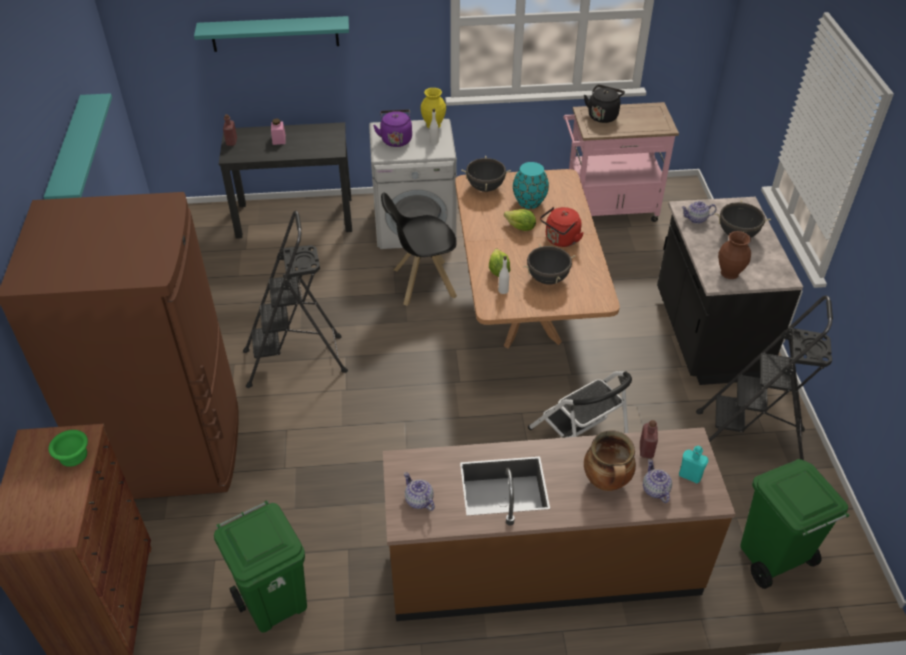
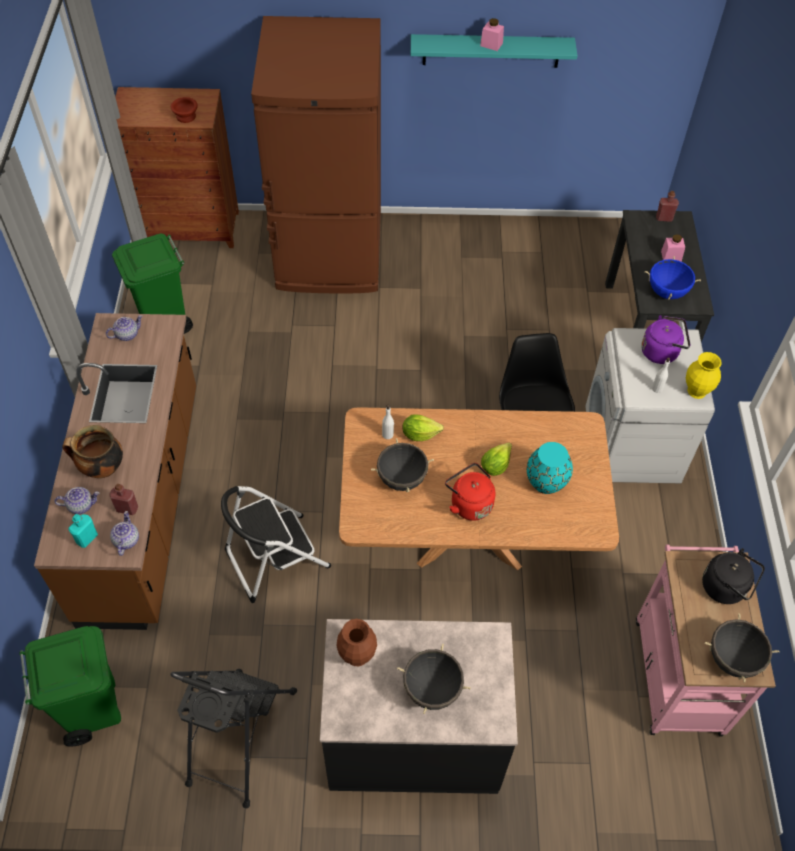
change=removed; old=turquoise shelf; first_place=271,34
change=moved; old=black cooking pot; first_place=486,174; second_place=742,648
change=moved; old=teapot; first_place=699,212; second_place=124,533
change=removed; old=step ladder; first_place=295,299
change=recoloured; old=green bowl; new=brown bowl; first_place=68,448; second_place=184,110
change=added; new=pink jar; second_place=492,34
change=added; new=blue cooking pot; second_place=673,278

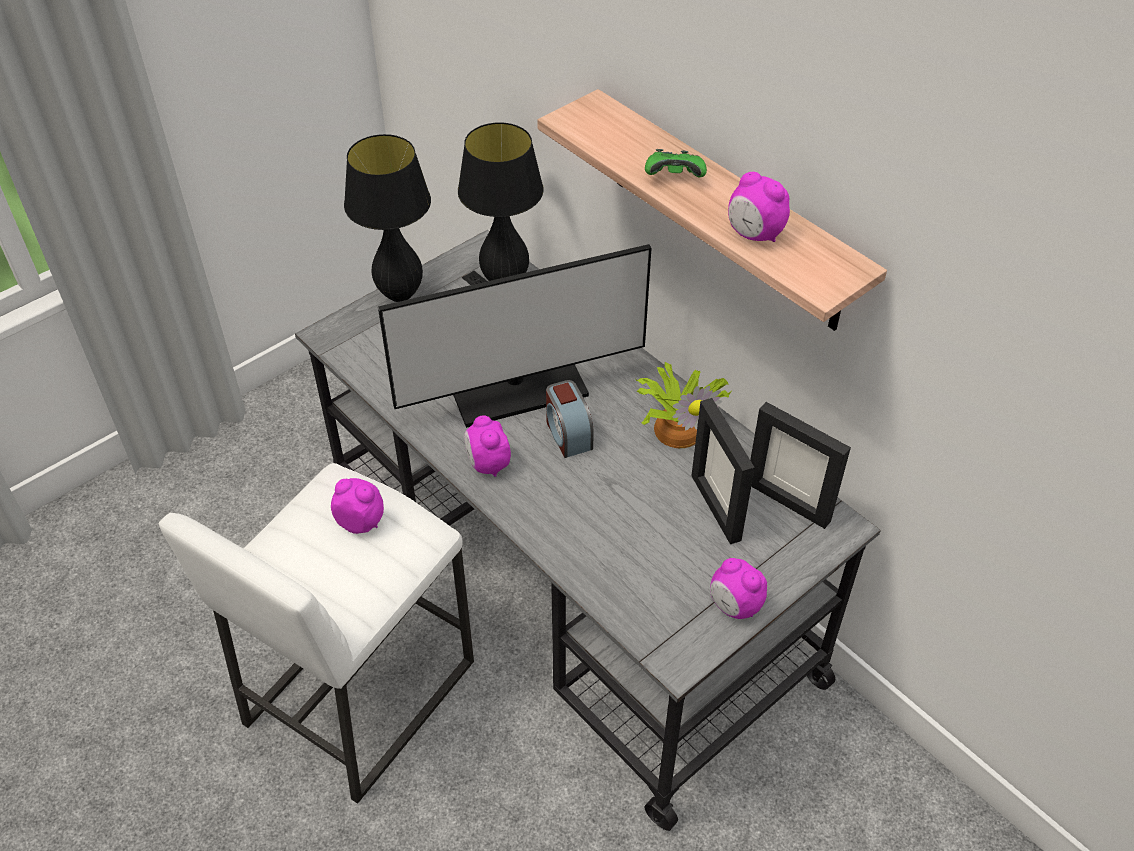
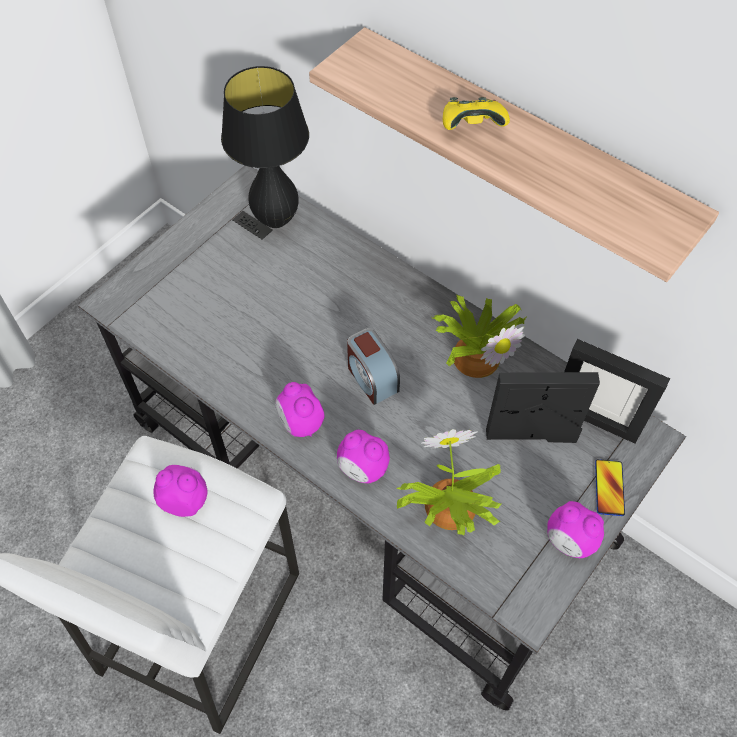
change=removed; old=black table lamp; first_place=387,218
change=recoloured; old=green game controller; new=yellow game controller; first_place=676,163; second_place=476,113
change=moved; old=alarm clock; first_place=759,207; second_place=363,456
change=removed; old=monitor; first_place=515,336
change=turned; old=picture frame; first_place=723,471; second_place=543,407; degrees=120
change=added; new=potted plant; second_place=449,482
change=added; new=phone; second_place=610,487

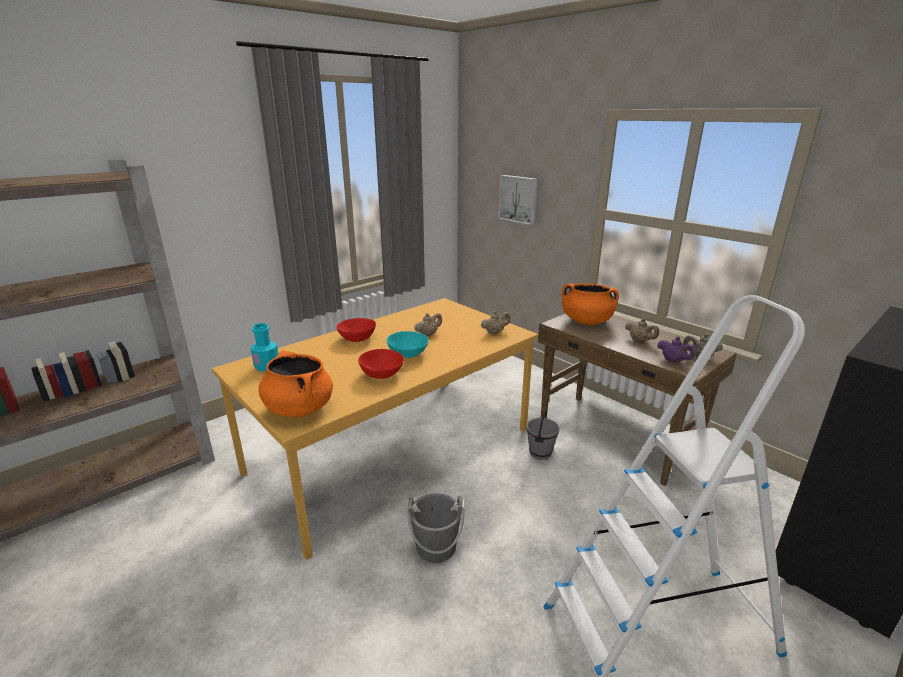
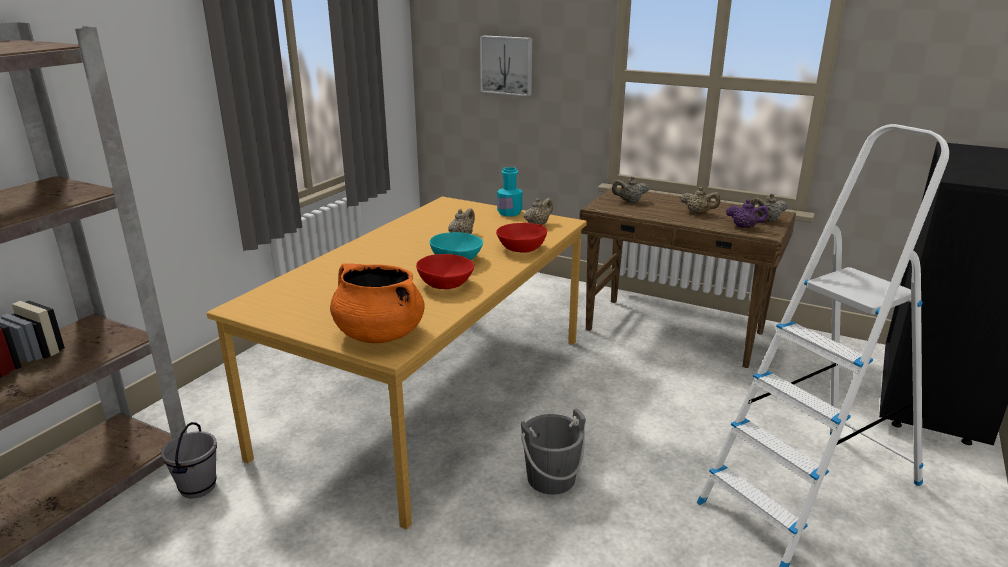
change=replaced; old=orange cooking pot; new=beige teapot; first_place=590,304; second_place=630,189
change=moved; old=red bowl; first_place=356,330; second_place=521,238
change=moved; old=turquoise bottle; first_place=264,347; second_place=510,191
change=moved; old=grey bucket; first_place=542,435; second_place=189,460

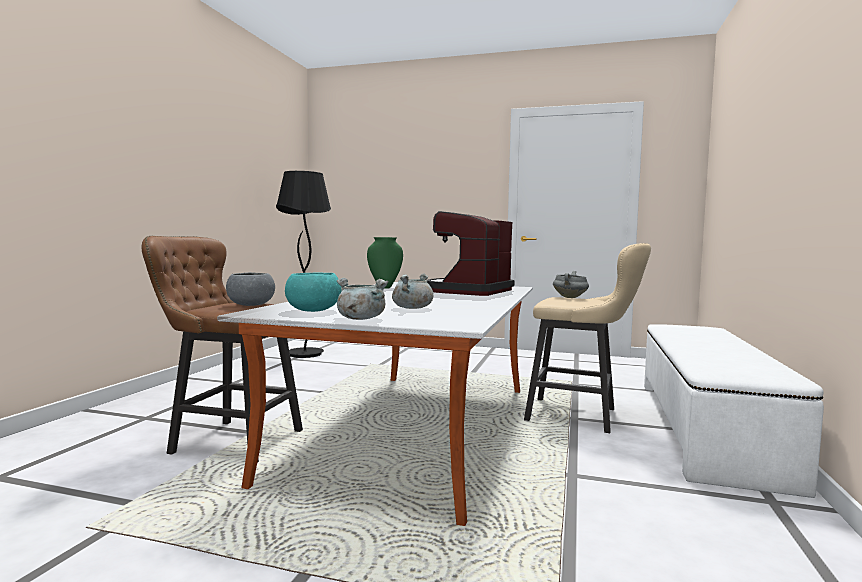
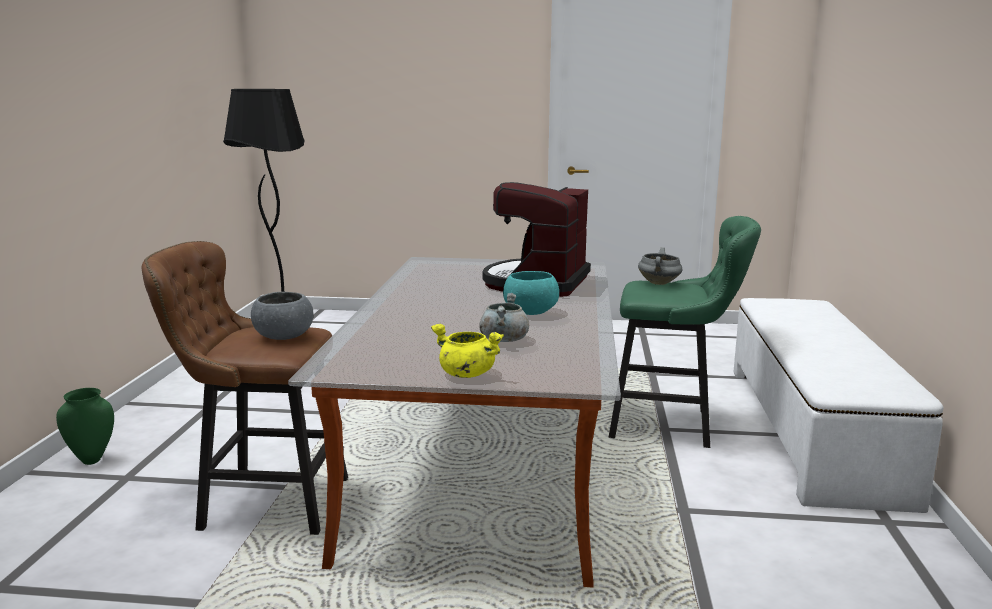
change=moved; old=green vase; first_place=385,263; second_place=85,426
change=recoloured; old=beige stool; new=green stool; first_place=587,338; second_place=684,332
change=moved; old=turquoise bowl; first_place=313,292; second_place=531,293
change=recoloured; old=grey cooking pot; new=yellow cooking pot; first_place=362,299; second_place=467,351

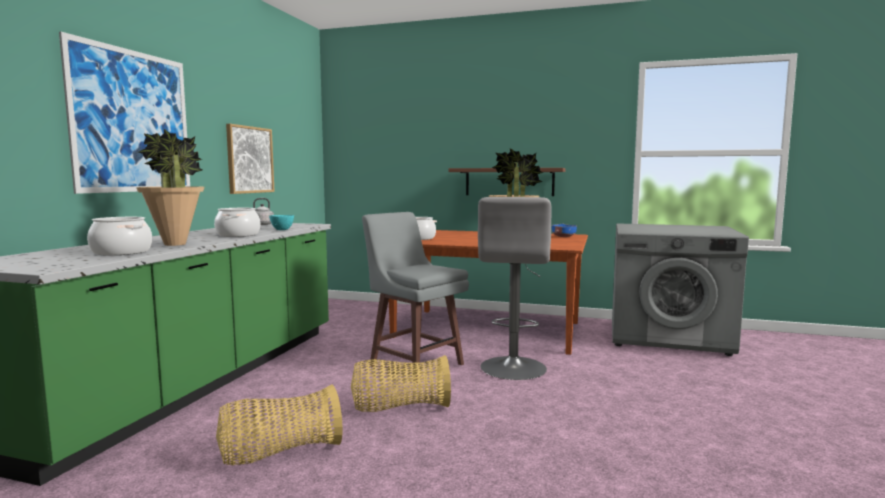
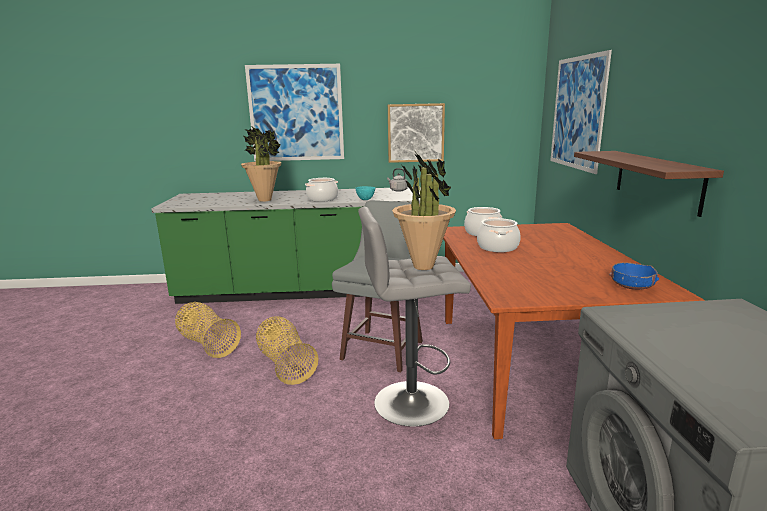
change=moved; old=cooking pot; first_place=119,236; second_place=499,235
change=added; new=picture; second_place=581,112

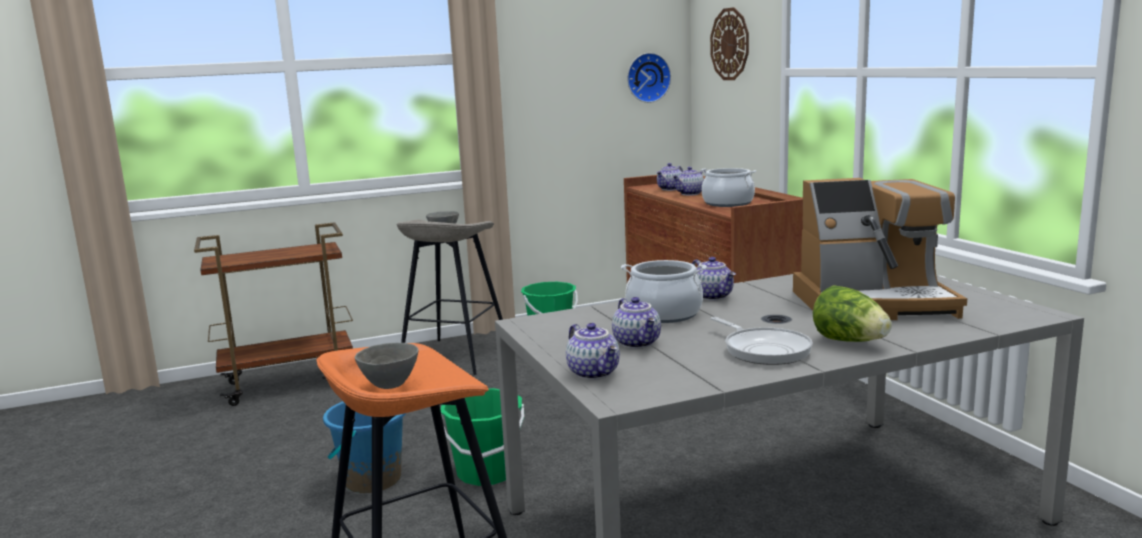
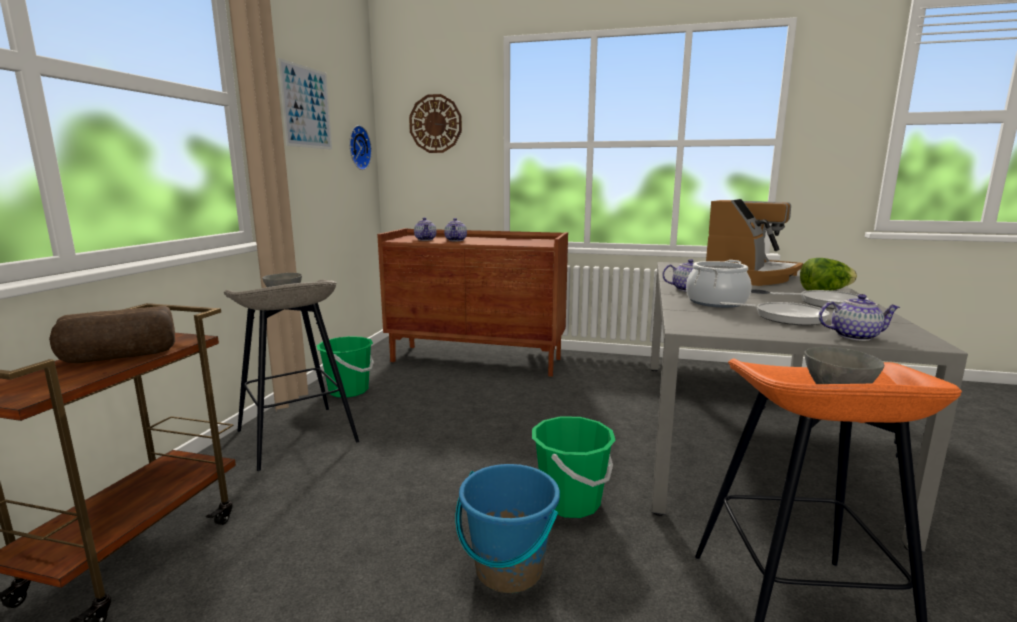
change=removed; old=cooking pot; first_place=728,187
change=replaced; old=teapot; new=frying pan; first_place=636,323; second_place=775,313
change=added; new=picture; second_place=305,104
change=added; new=bread; second_place=112,334

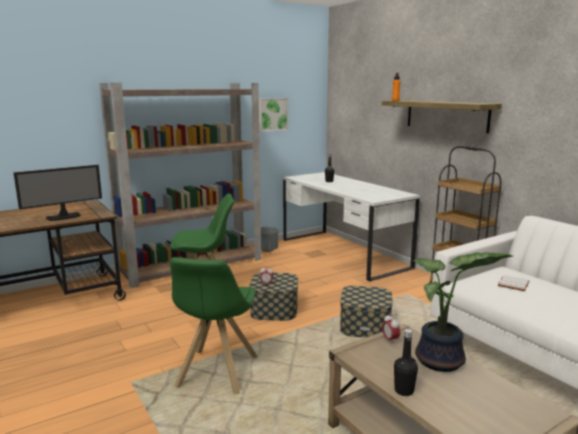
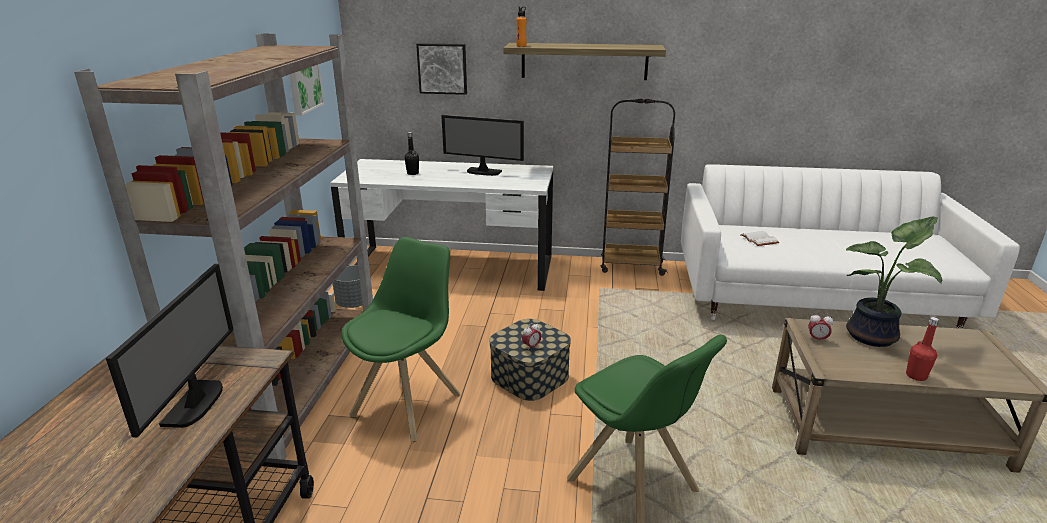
change=removed; old=storage box; first_place=366,312
change=recoloured; old=black bottle; new=red bottle; first_place=406,362; second_place=922,349
change=added; new=picture; second_place=441,69
change=added; new=monitor; second_place=482,145

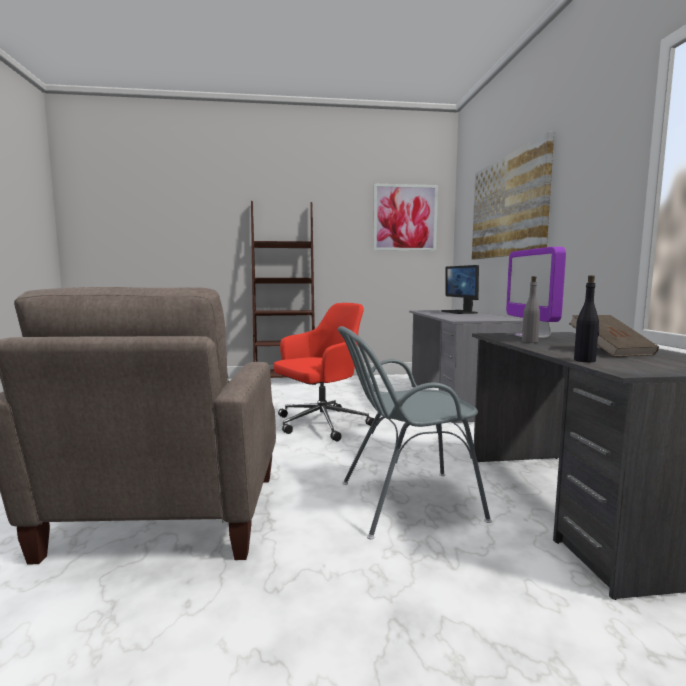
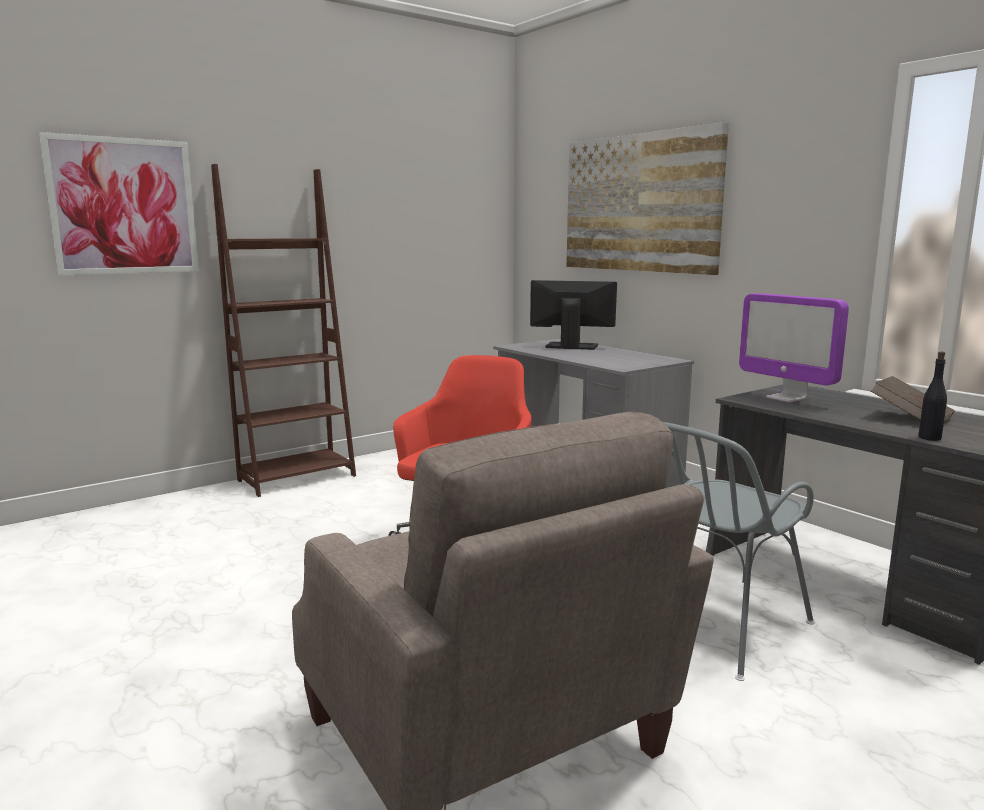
change=moved; old=picture; first_place=405,217; second_place=119,203
change=turned; old=monitor; first_place=460,289; second_place=573,315; degrees=150
change=removed; old=grey bottle; first_place=531,309

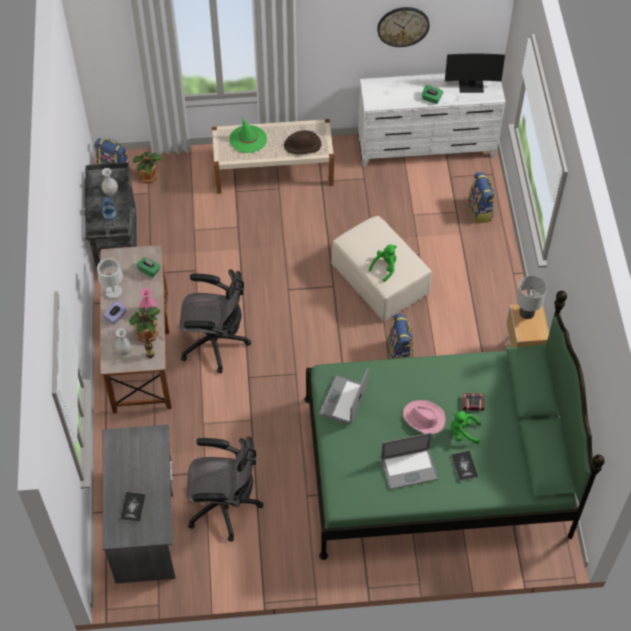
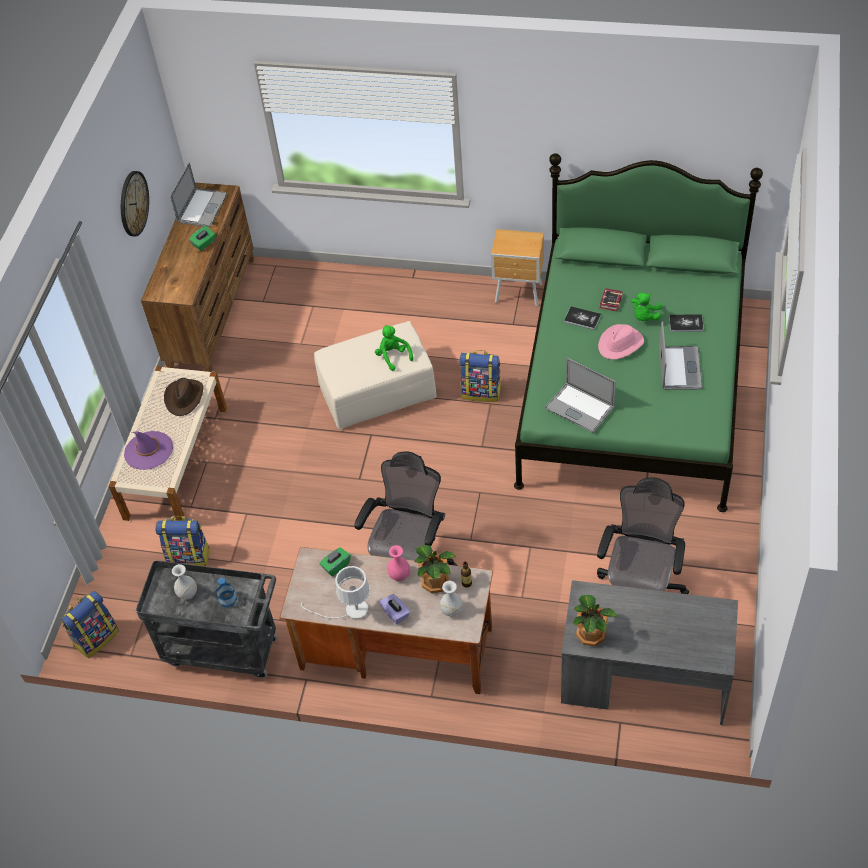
change=replaced; old=monitor; new=laptop; first_place=475,73; second_place=199,194
change=recoloured; old=white dresser; new=brown dresser; first_place=432,120; second_place=197,277
change=recoloured; old=green hat; new=purple hat; first_place=248,135; second_place=148,450
change=moved; old=potted plant; first_place=148,167; second_place=595,620
change=moved; old=backpack; first_place=481,198; second_place=182,541
change=removed; old=grey table lamp; first_place=531,297
change=moved; old=book; first_place=133,507; second_place=582,318

